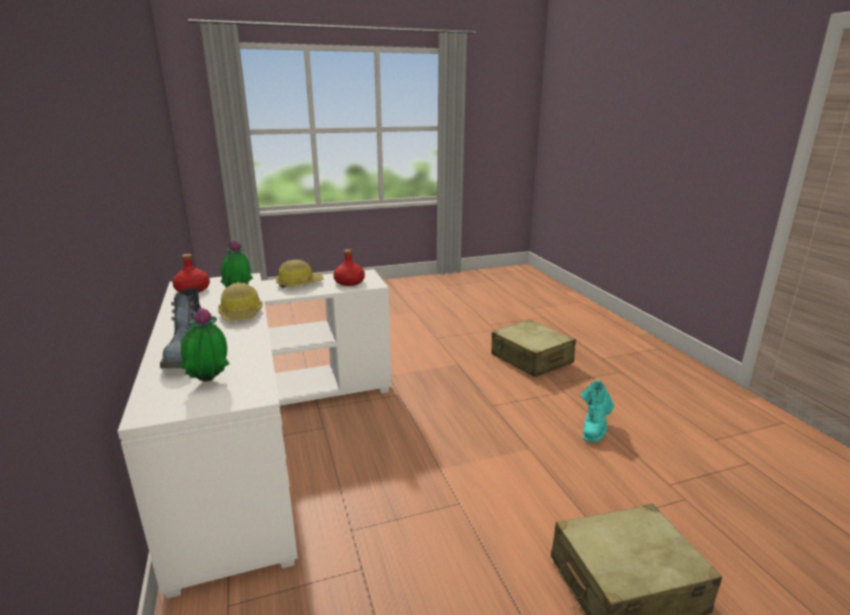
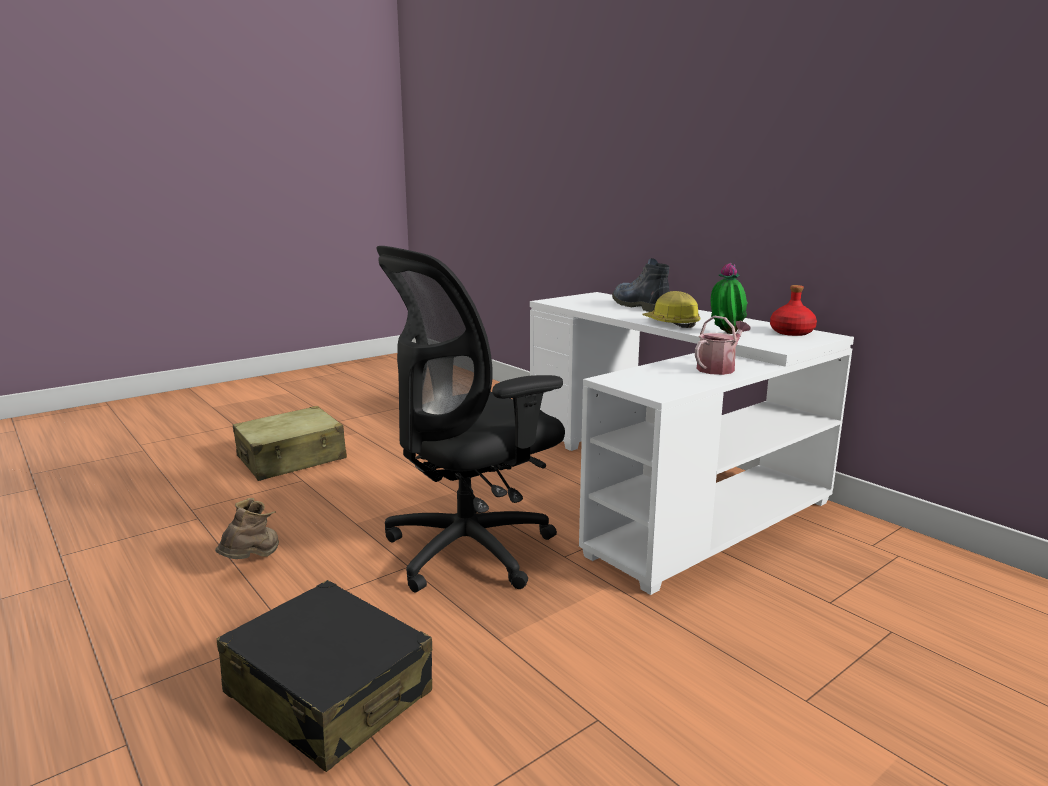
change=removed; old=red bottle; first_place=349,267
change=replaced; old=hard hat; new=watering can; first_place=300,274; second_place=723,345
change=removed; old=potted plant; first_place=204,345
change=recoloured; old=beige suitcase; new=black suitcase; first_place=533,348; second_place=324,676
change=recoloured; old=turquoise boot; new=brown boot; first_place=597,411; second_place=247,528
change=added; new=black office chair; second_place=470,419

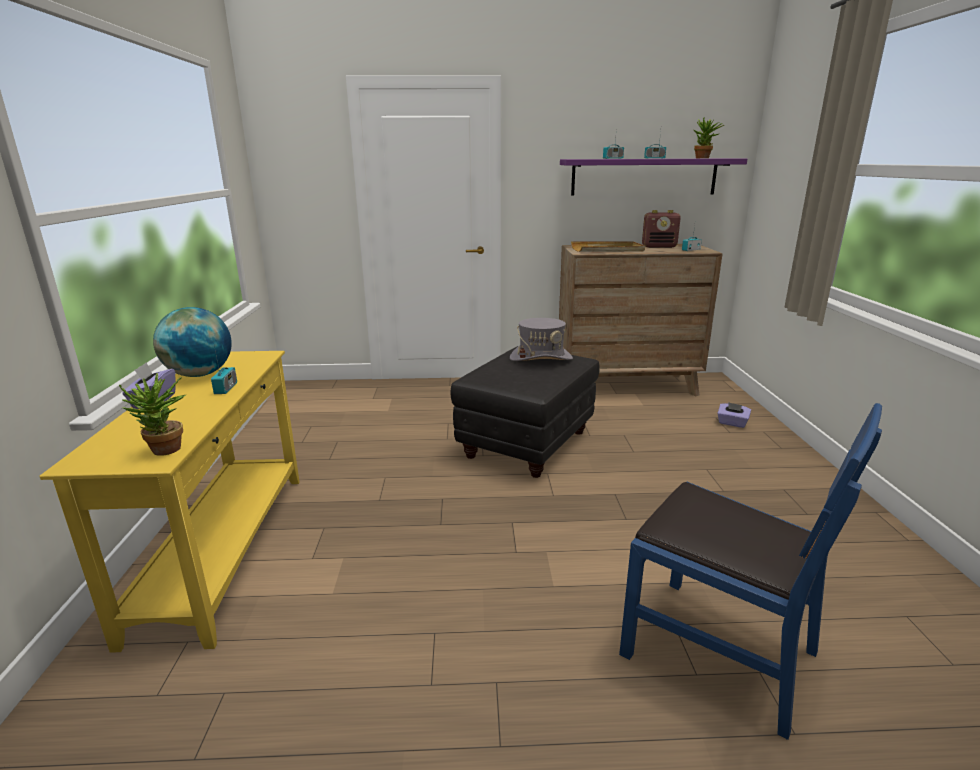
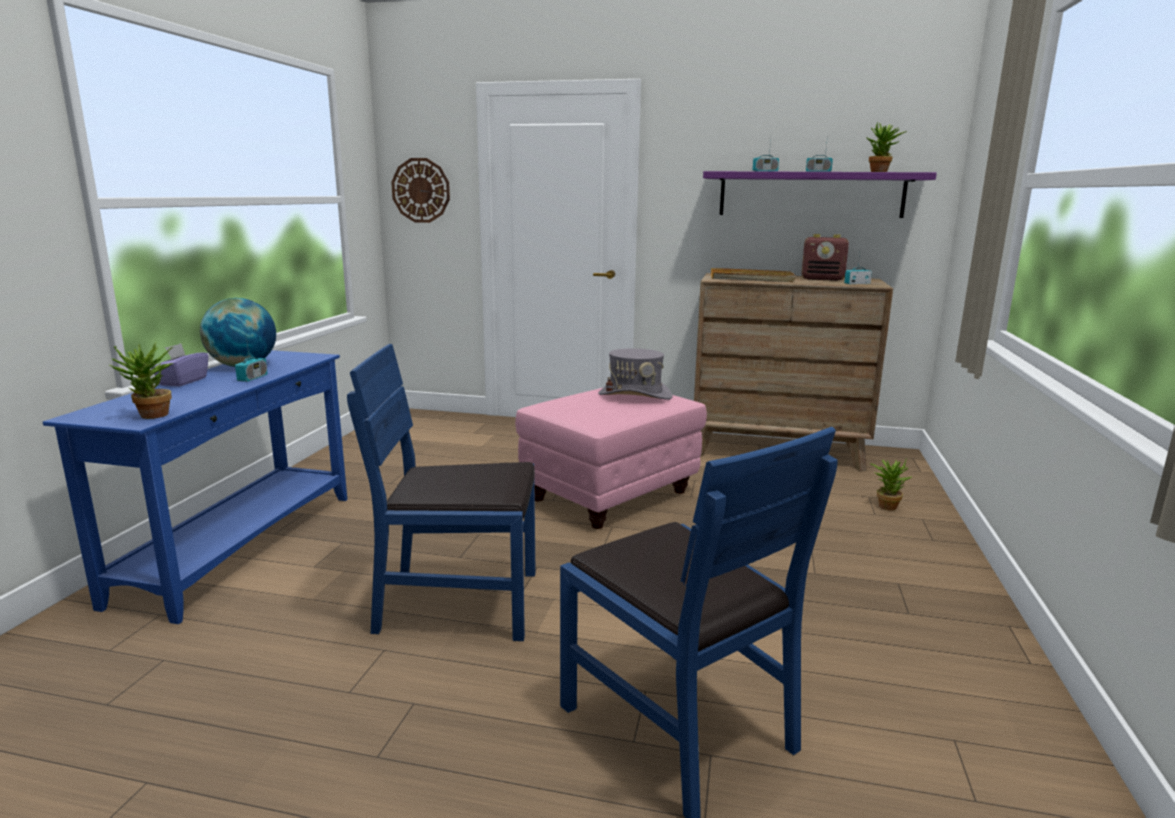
change=recoloured; old=black ottoman; new=pink ottoman; first_place=525,412; second_place=611,458
change=recoloured; old=yellow console table; new=blue console table; first_place=170,502; second_place=195,487
change=replaced; old=purple tissue box; new=potted plant; first_place=734,415; second_place=890,484
change=added; new=wall clock; second_place=420,190
change=added; new=blue chair; second_place=441,492

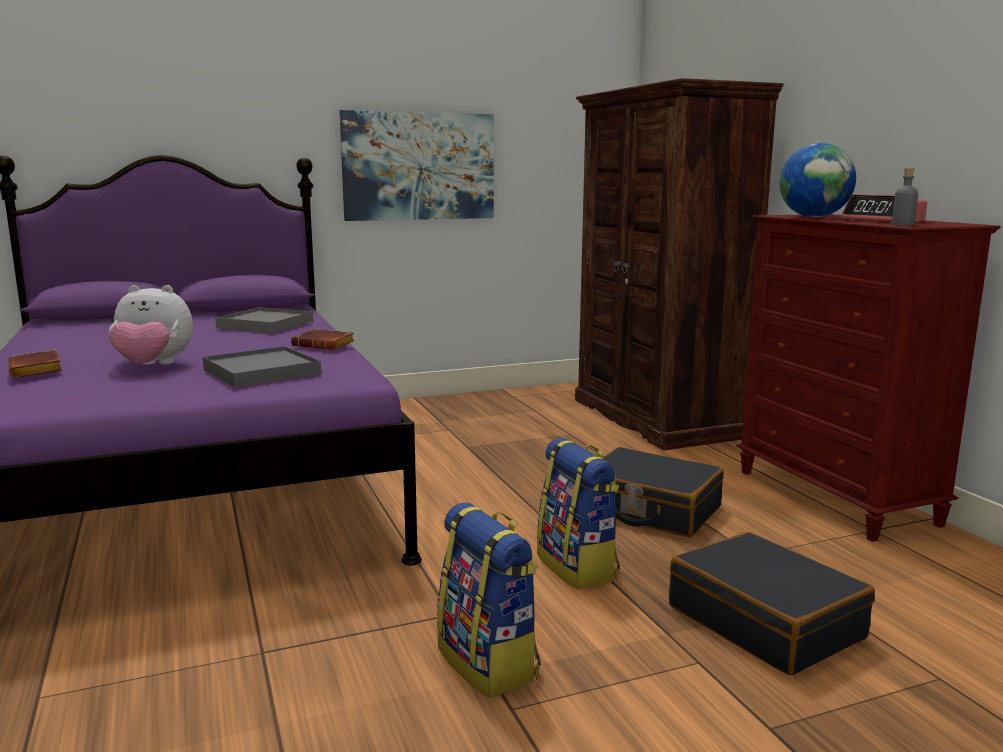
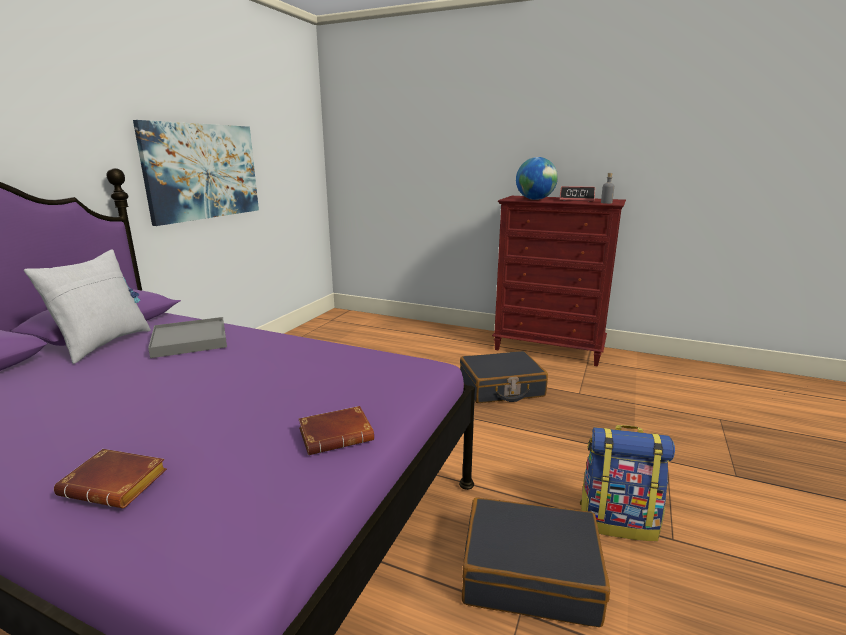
change=removed; old=brown wardrobe; first_place=679,264
change=removed; old=plush toy; first_place=151,325
change=moved; old=brown book; first_place=323,339; second_place=336,430
change=removed; old=grey tray; first_place=262,367
change=removed; old=backpack; first_place=578,513
change=moved; old=black suitcase; first_place=772,603; second_place=536,562
change=added; new=grey pillow; second_place=87,306

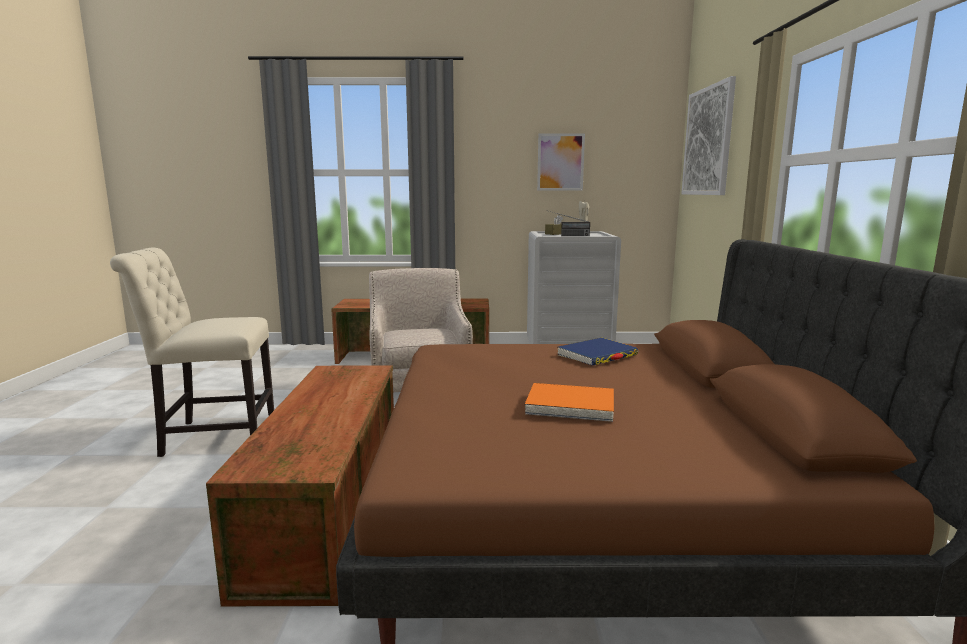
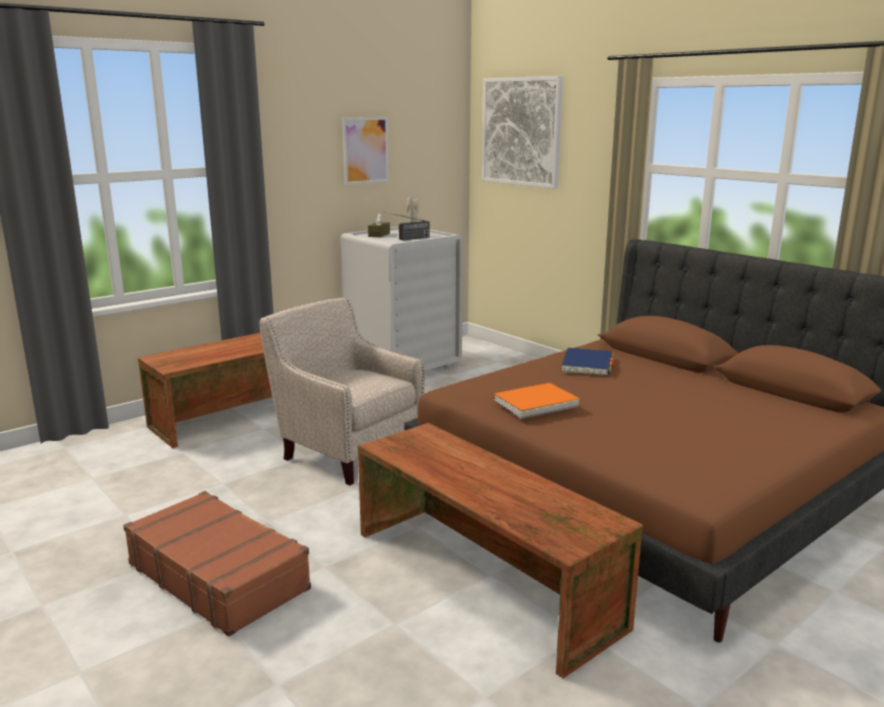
change=replaced; old=beige chair; new=brown suitcase; first_place=192,352; second_place=217,564
change=moved; old=orange book; first_place=569,402; second_place=536,401

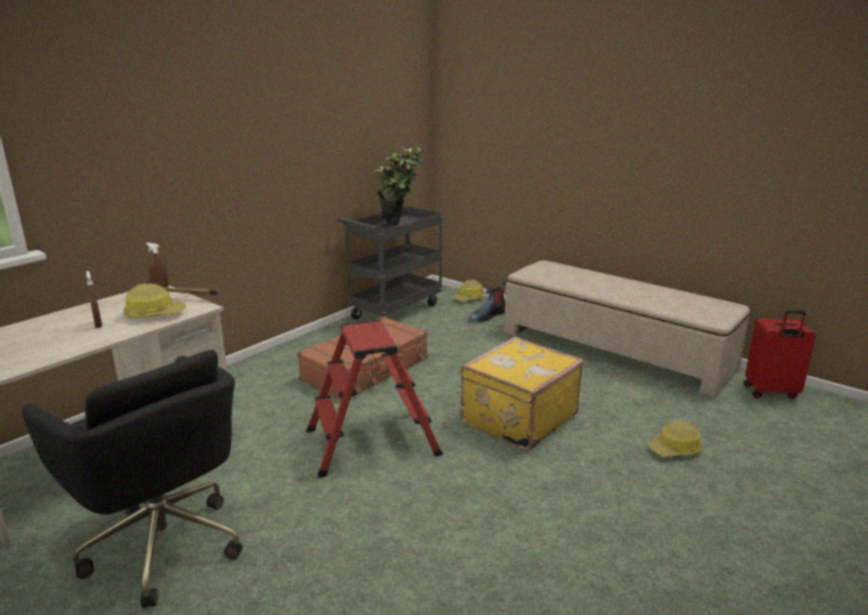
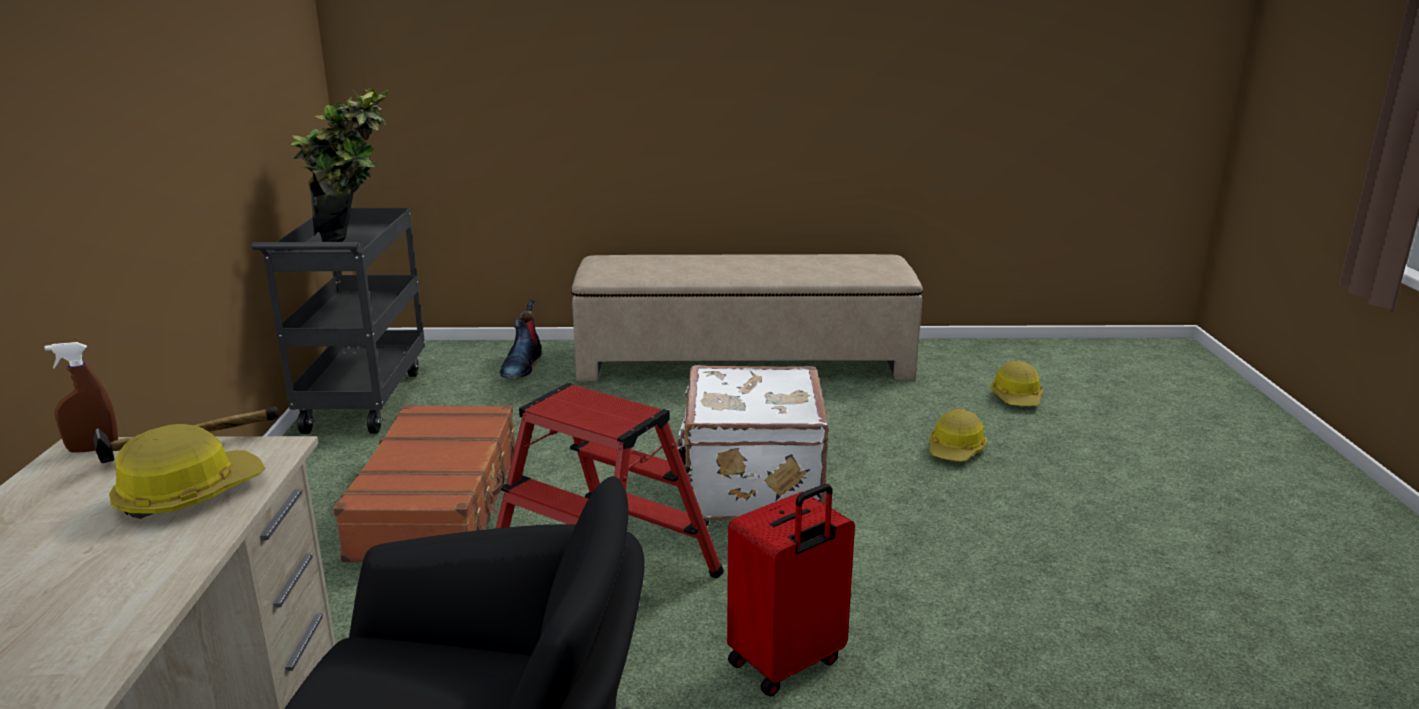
change=removed; old=brown spray bottle; first_place=94,299
change=moved; old=hard hat; first_place=468,290; second_place=1016,383
change=moved; old=red suitcase; first_place=780,354; second_place=791,590
change=recoloured; old=yellow suitcase; new=white suitcase; first_place=521,394; second_place=753,442

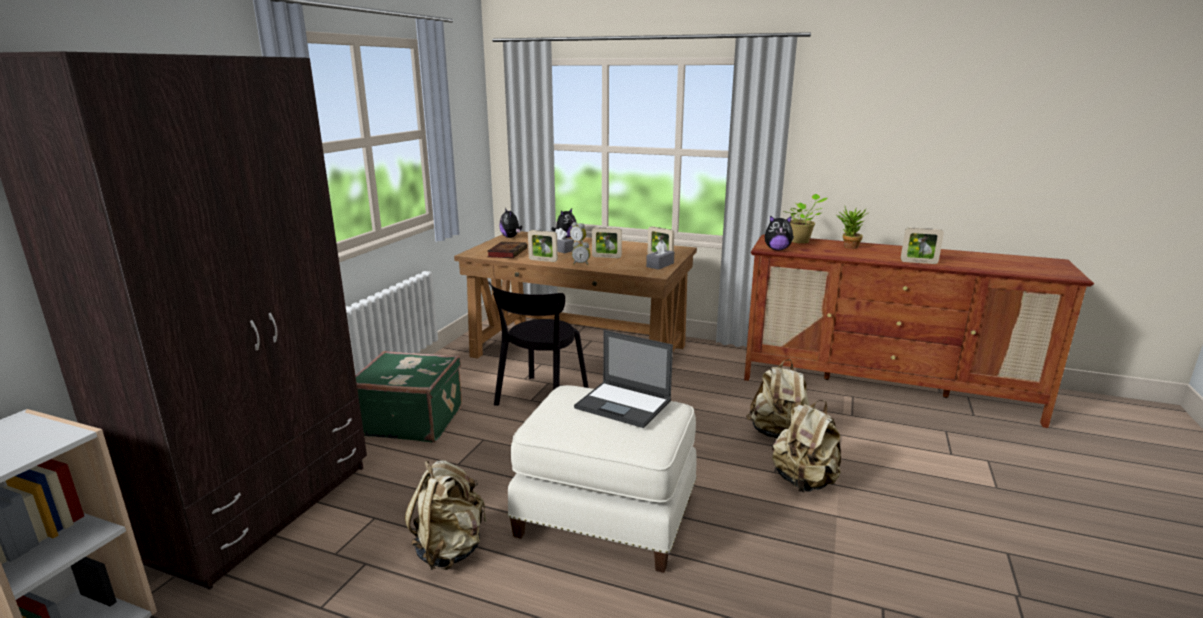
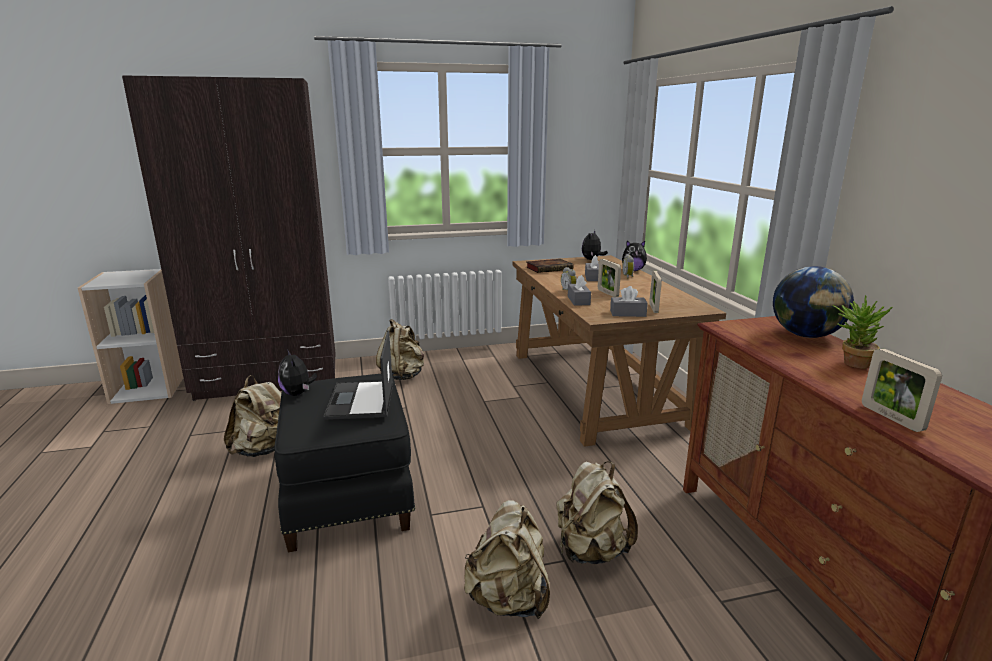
change=replaced; old=potted plant; new=globe; first_place=807,218; second_place=813,302
change=moved; old=plush toy; first_place=779,232; second_place=297,372
change=removed; old=picture frame; first_place=543,246
change=removed; old=black chair; first_place=538,344
change=replaced; old=green suitcase; new=beige backpack; first_place=408,396; second_place=400,349
change=recoloured; old=white ottoman; new=black ottoman; first_place=601,479; second_place=345,463
change=added; new=grey tissue box; second_place=579,290

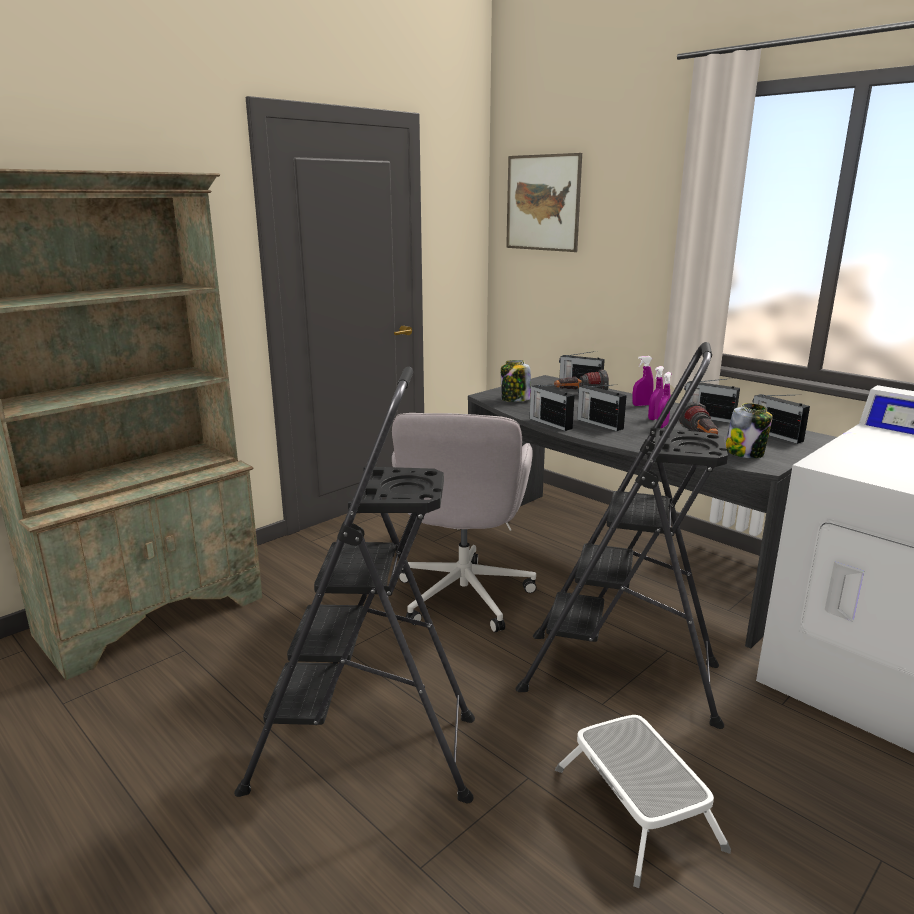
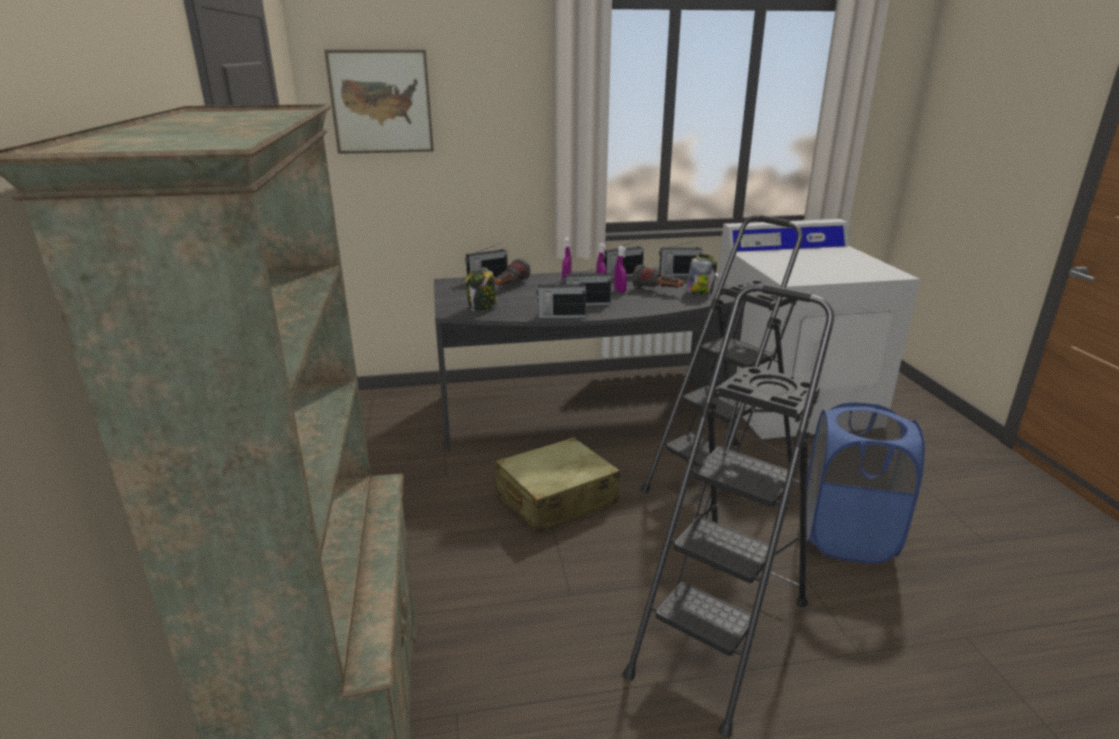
change=replaced; old=grey office chair; new=beige suitcase; first_place=464,522; second_place=557,485
change=replaced; old=grey step ladder; new=blue laundry basket; first_place=643,801; second_place=865,483

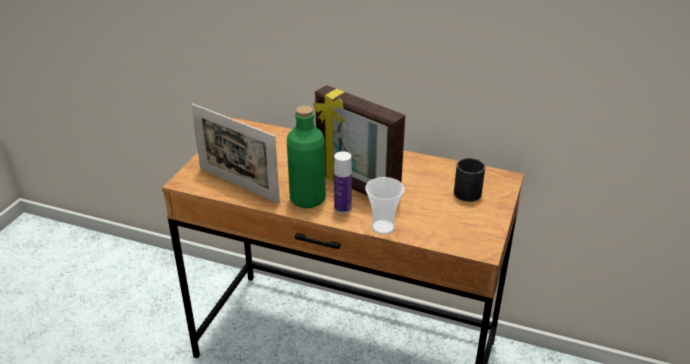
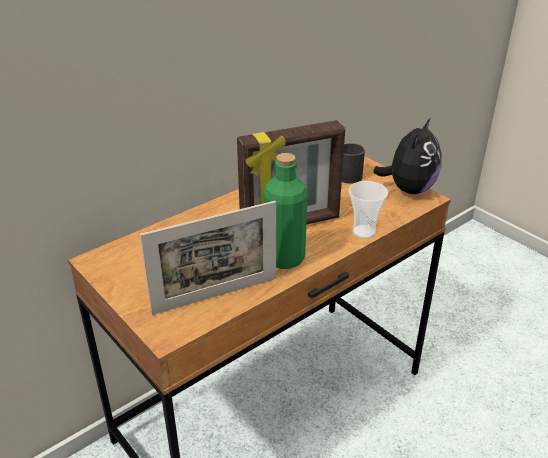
change=removed; old=bottle; first_place=343,182
change=added; new=plush toy; second_place=407,155

